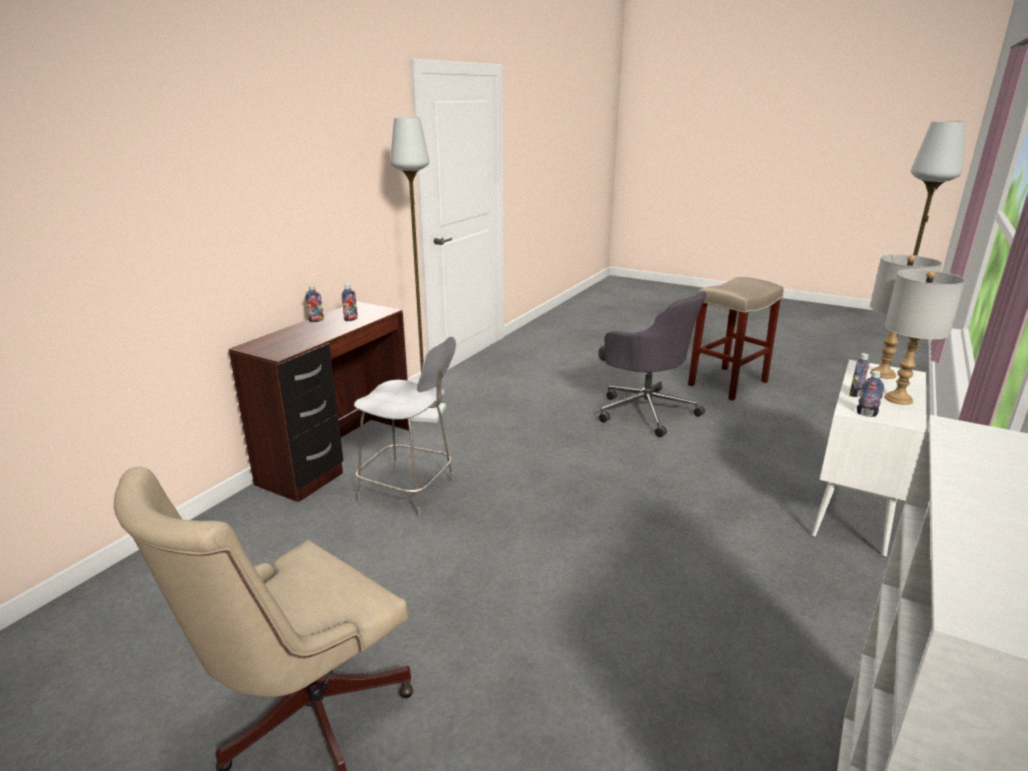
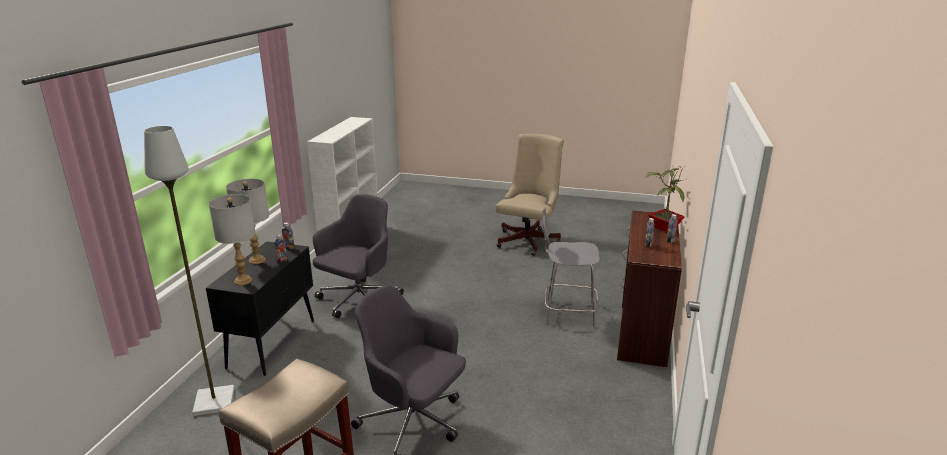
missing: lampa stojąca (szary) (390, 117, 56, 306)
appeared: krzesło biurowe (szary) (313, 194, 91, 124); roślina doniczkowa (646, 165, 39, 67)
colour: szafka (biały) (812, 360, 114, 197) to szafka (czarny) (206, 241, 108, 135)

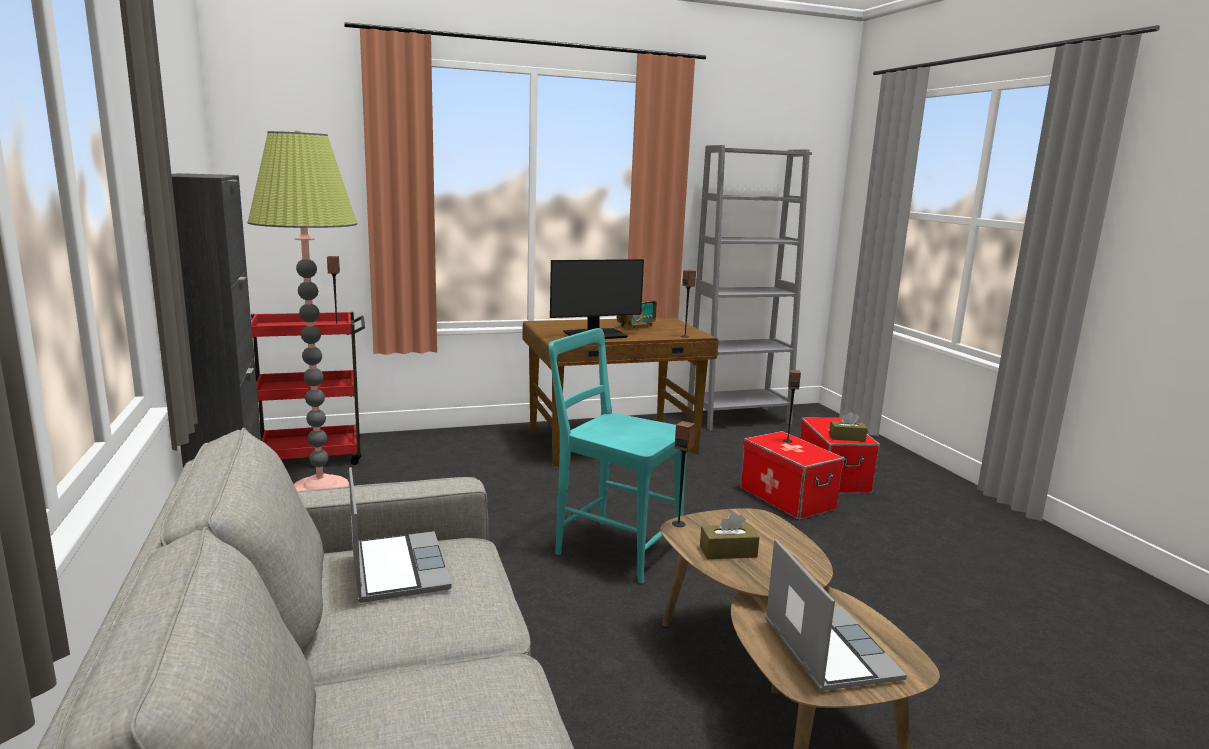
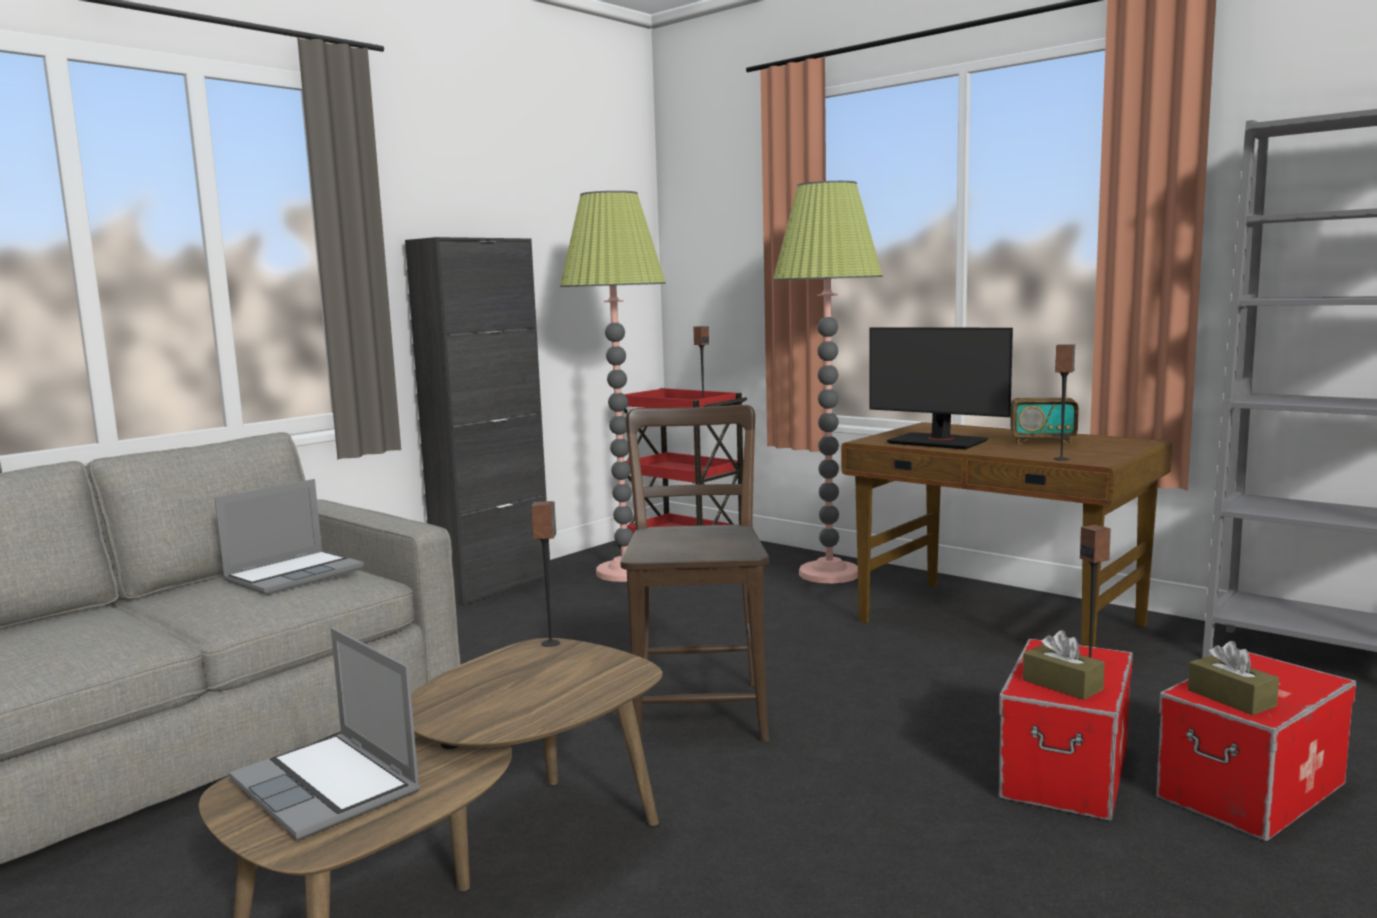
appeared: lampa stojąca (773, 181, 110, 403)
relocated: pudełko chusteczek (brązowy) (700, 512, 60, 47) to (1023, 630, 82, 70)
colour: krzesło (turkusowy) (548, 328, 139, 256) to krzesło (brązowy) (620, 405, 149, 337)
spun: laptop (765, 539, 142, 152) = (229, 628, 191, 212) 90 degrees clockwise

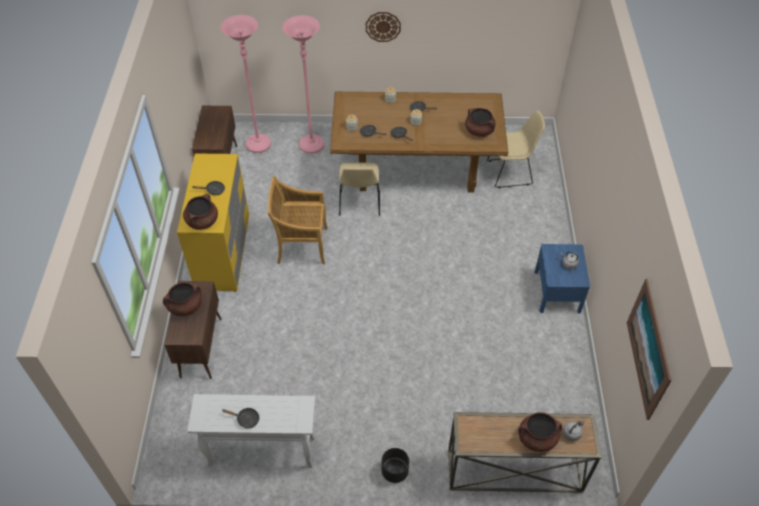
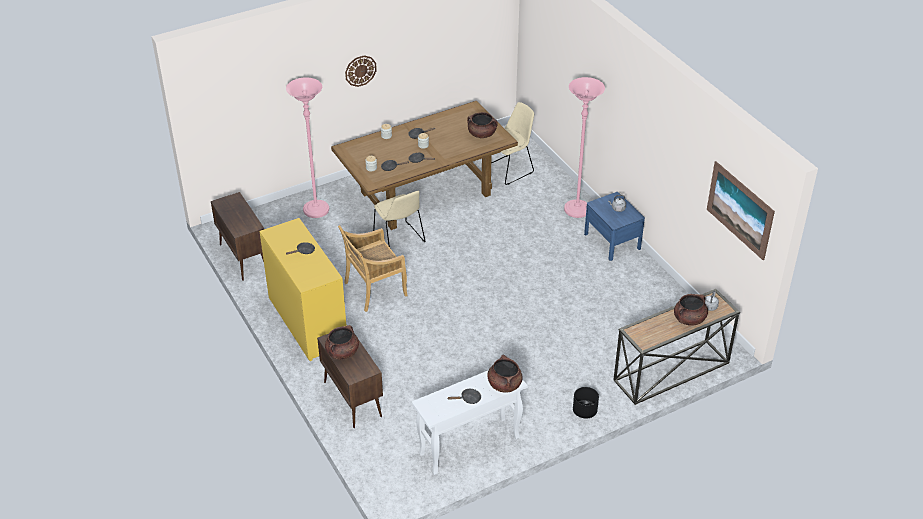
relocated: garnek (brązowy) (183, 194, 35, 36) to (487, 354, 36, 39); lampa stojąca (różowy) (221, 15, 50, 138) to (564, 77, 41, 141)

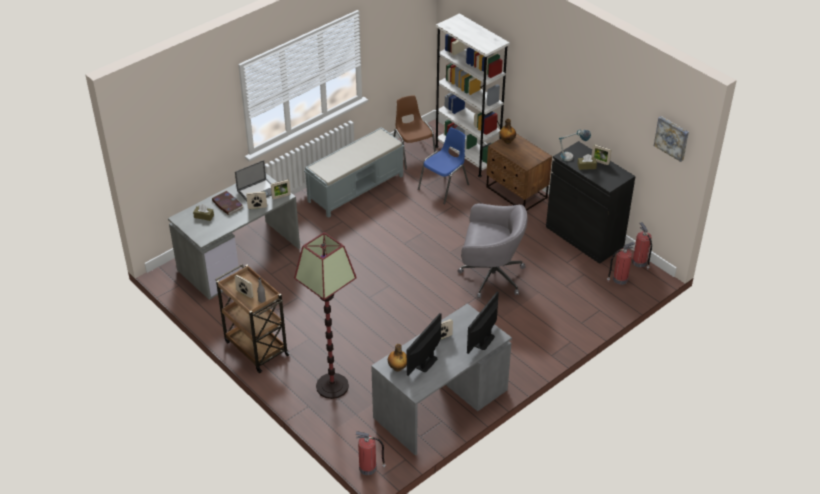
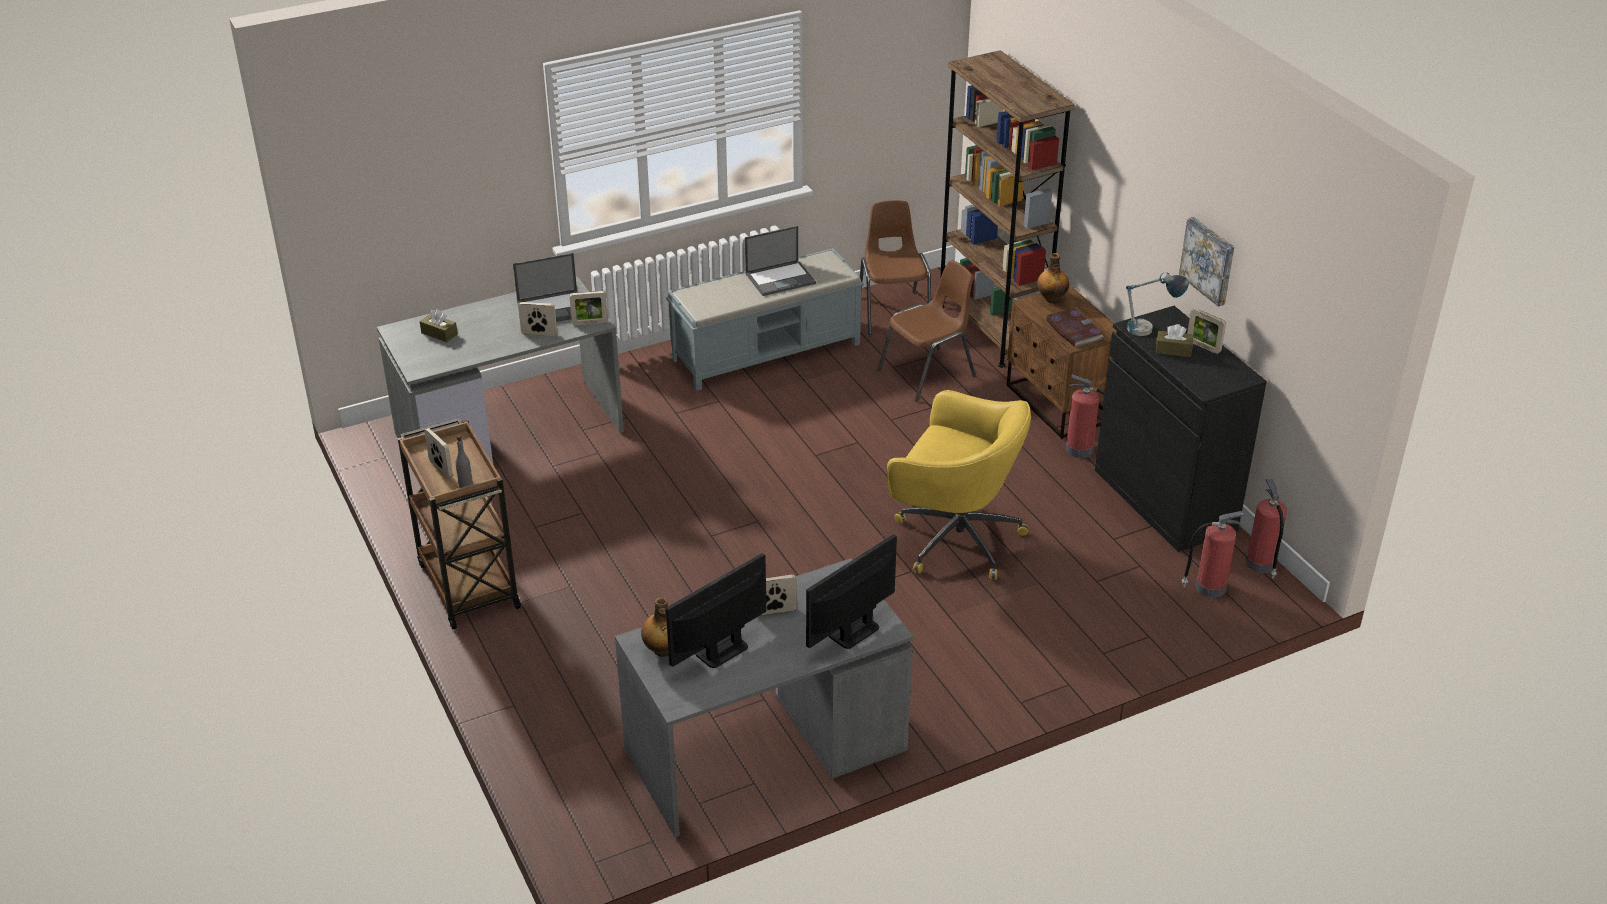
missing: lampa stojąca (294, 232, 63, 167)
appeared: laptop (745, 226, 71, 70)
relocated: książka (212, 191, 32, 24) to (1046, 308, 58, 39); gaśnica (355, 431, 31, 44) to (1066, 374, 39, 84); obraz (654, 116, 35, 46) to (1179, 217, 55, 90)
colour: krzesło (niebieski) (418, 127, 51, 77) to krzesło (brązowy) (877, 260, 99, 142); regał (biały) (435, 13, 75, 164) to regał (brązowy) (940, 50, 135, 318); krzesło biurowe (szary) (458, 203, 70, 96) to krzesło biurowe (żółty) (887, 390, 144, 190)

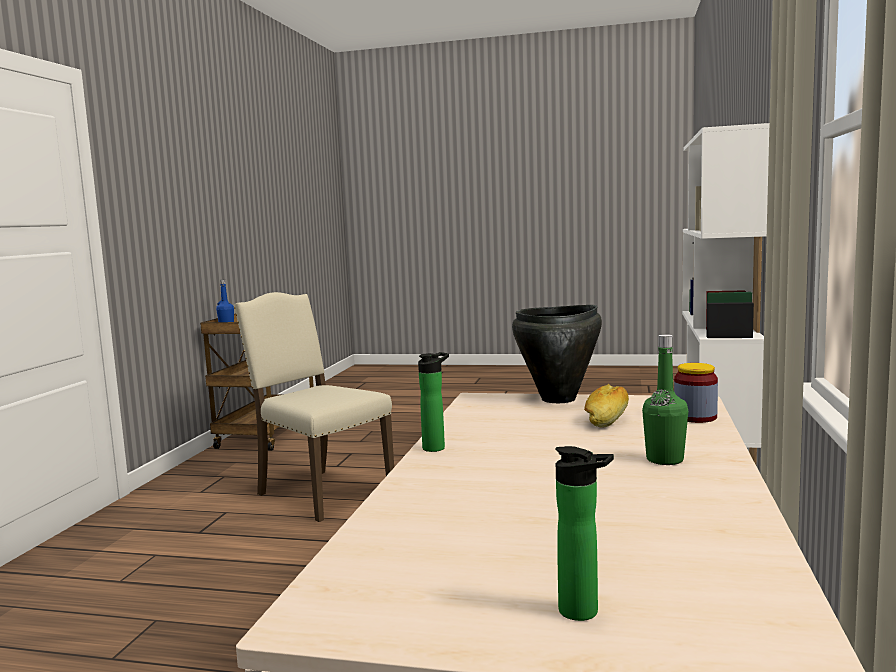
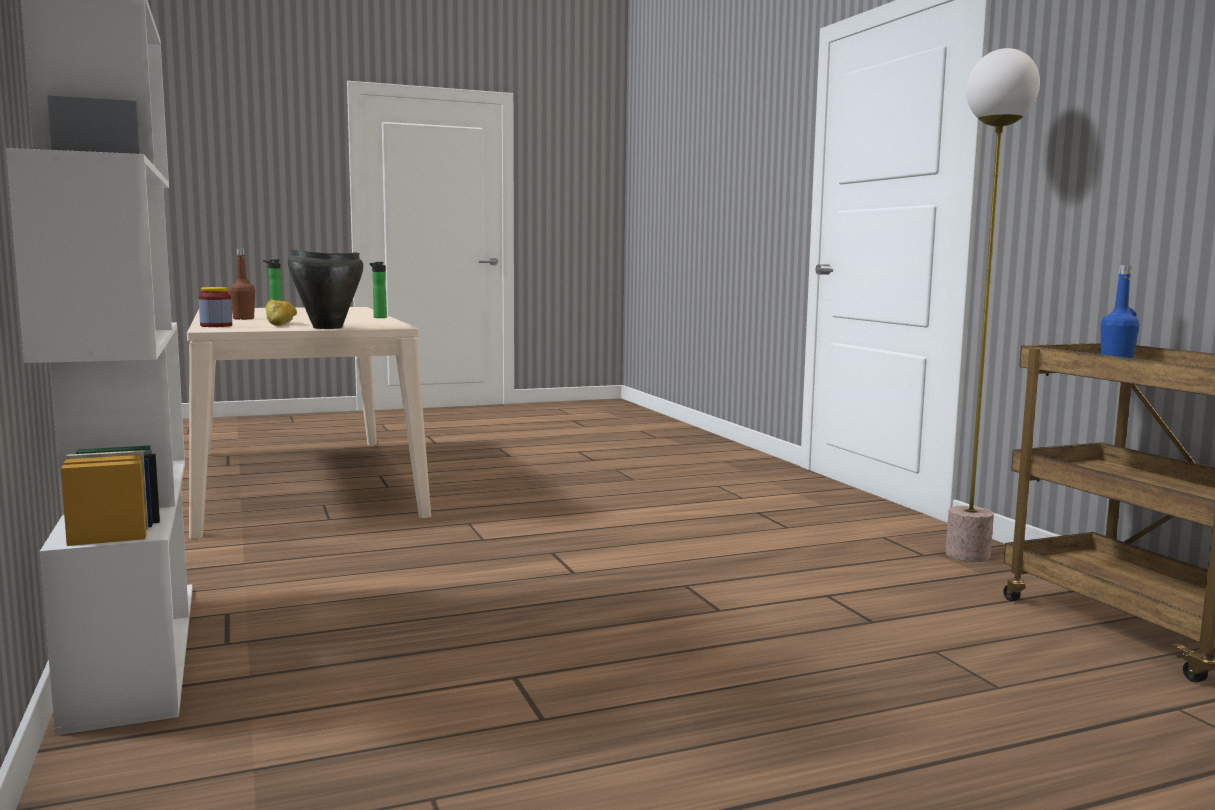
missing: krzesło (beżowy) (234, 292, 160, 230)
appeared: lampa stojąca (946, 48, 94, 514)
colour: butelka (zielony) (642, 334, 46, 131) to butelka (brązowy) (229, 249, 26, 71)

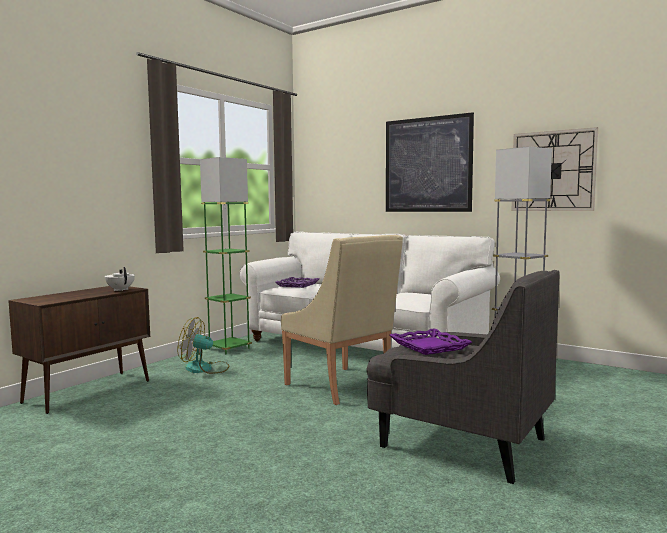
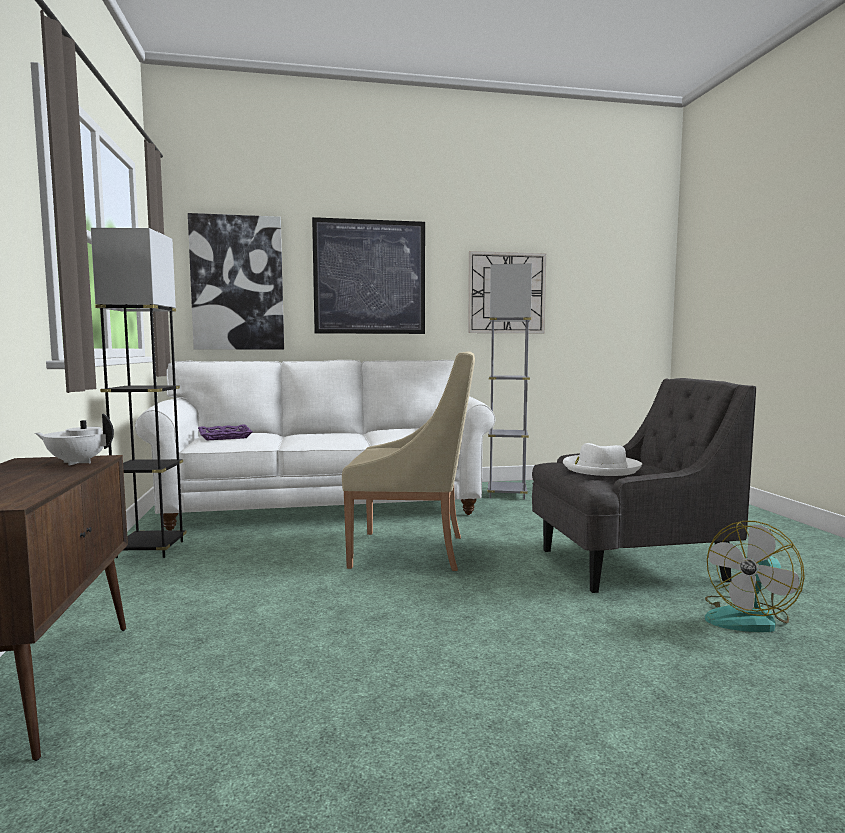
appeared: obraz (188, 213, 96, 137)
relocated: wentylator (177, 317, 52, 57) to (705, 521, 100, 111)
exchanged: taca (fioletowy) (390, 328, 82, 27) to kapelusz (biały) (563, 443, 79, 33)
colour: lampa stojąca (zielony) (200, 157, 52, 198) to lampa stojąca (czarny) (91, 228, 96, 330)

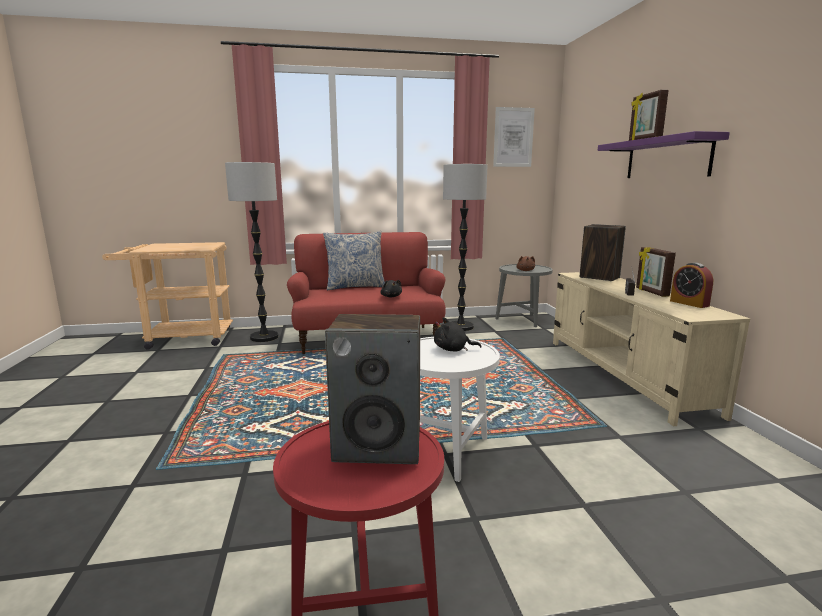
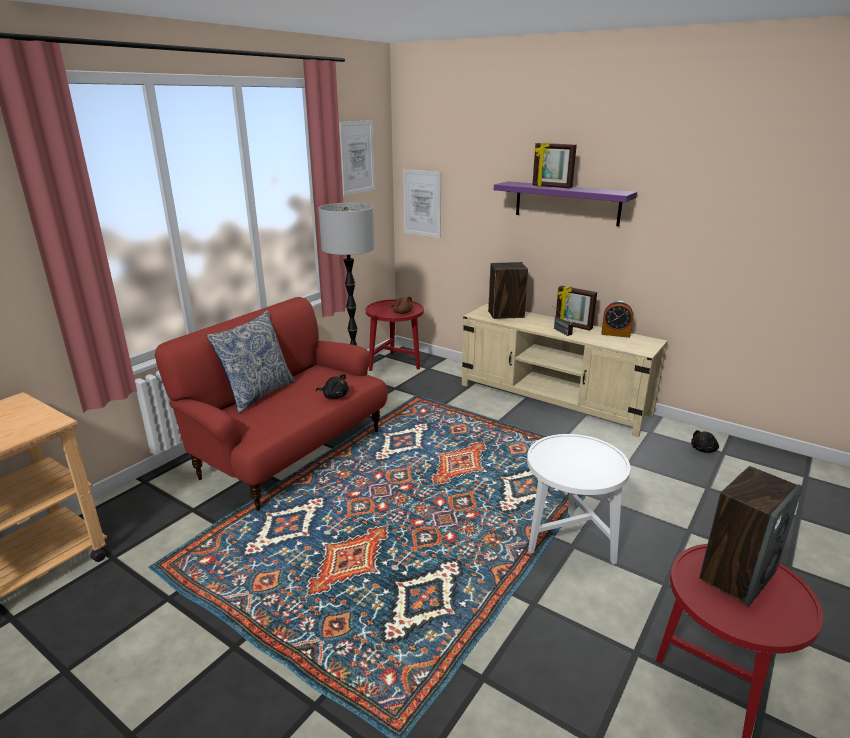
missing: lampa stojąca (225, 162, 53, 180)
appeared: obraz (403, 169, 38, 69)
relocated: pluszak (czarny) (434, 317, 47, 34) to (691, 430, 28, 23)
colour: stolik (szary) (495, 264, 58, 63) to stolik (czerwony) (366, 299, 58, 72)

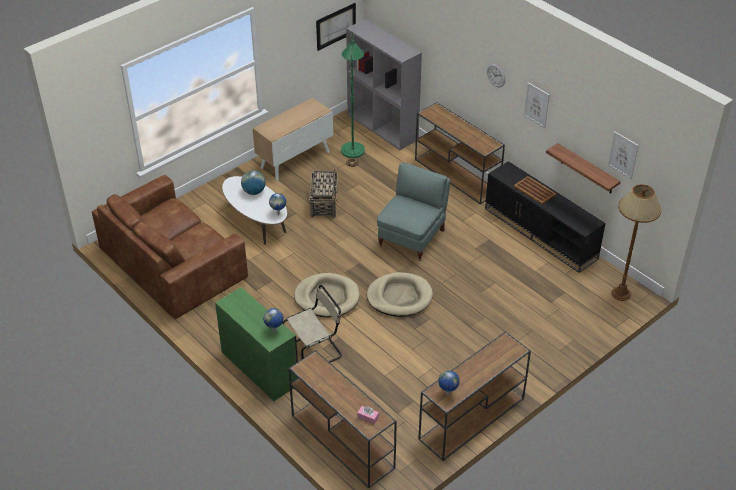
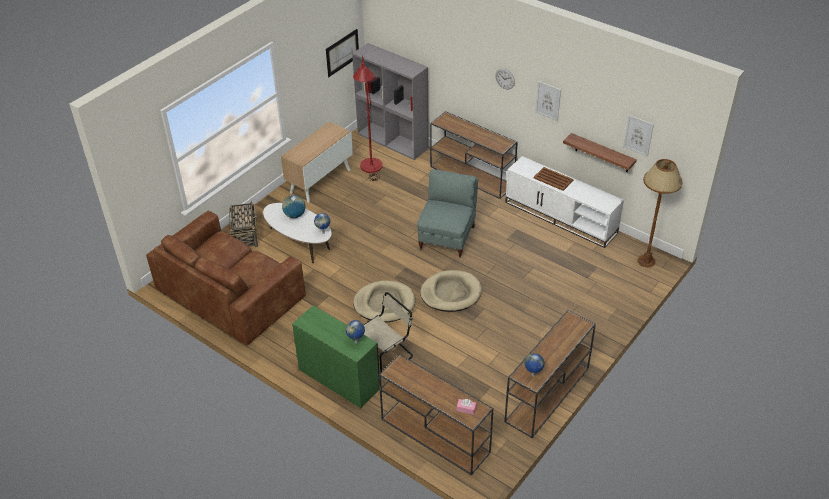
relocated: koszyk (309, 169, 30, 49) to (229, 201, 29, 46)
colour: lampa stojąca (zielony) (341, 32, 24, 135) to lampa stojąca (czerwony) (353, 55, 30, 126); szafka pod telewizor (czarny) (485, 161, 121, 112) to szafka pod telewizor (biały) (505, 156, 119, 92)

